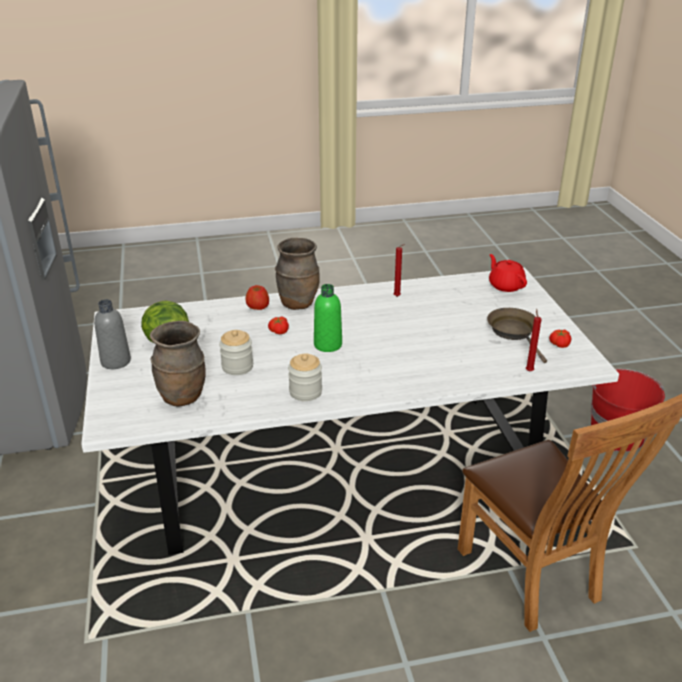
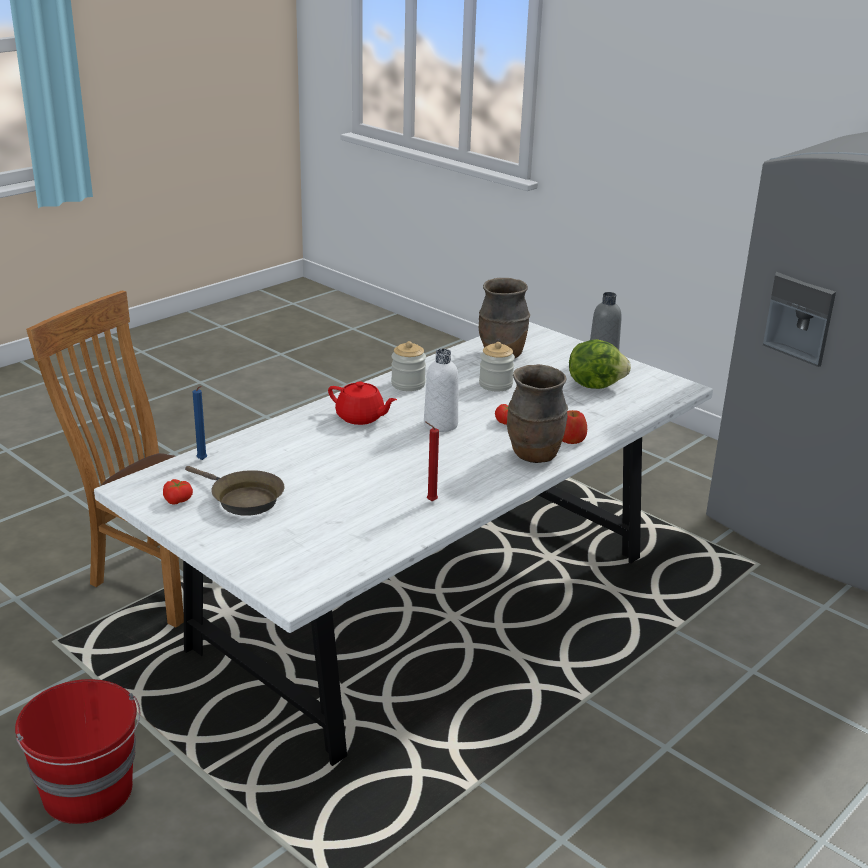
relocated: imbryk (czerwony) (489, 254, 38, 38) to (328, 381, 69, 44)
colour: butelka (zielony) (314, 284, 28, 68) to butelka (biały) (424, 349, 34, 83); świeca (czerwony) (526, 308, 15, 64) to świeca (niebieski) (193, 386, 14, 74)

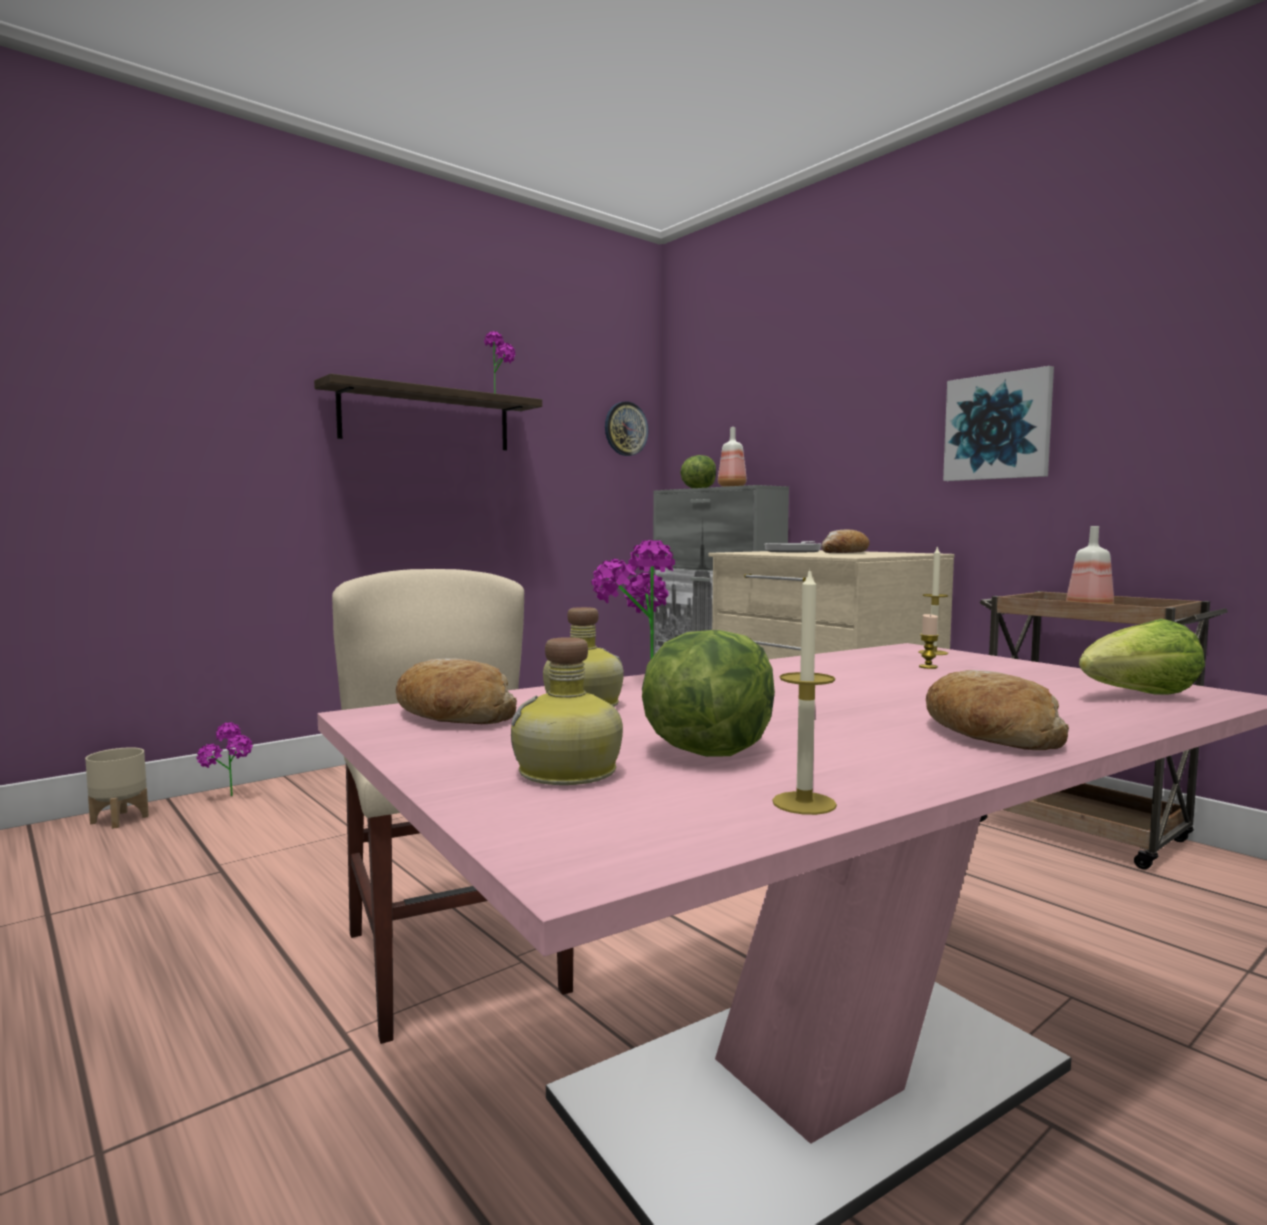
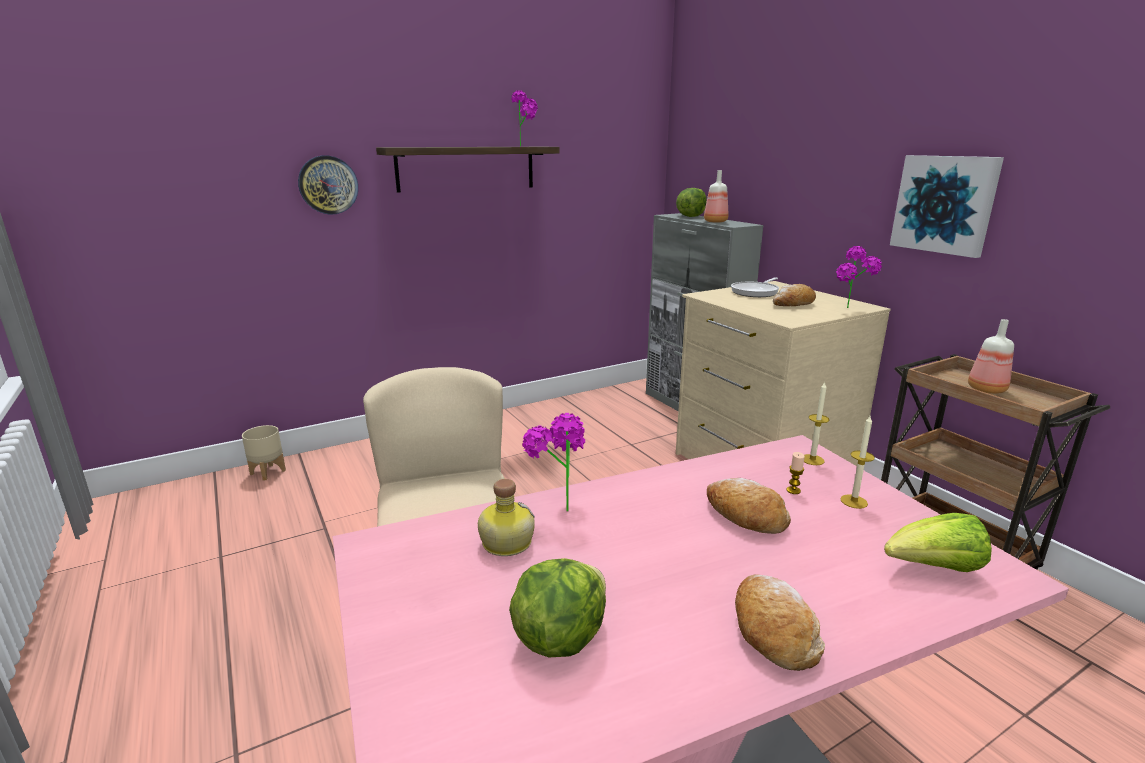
missing: butelka (511, 637, 112, 148)
relocated: roślina doniczkowa (196, 722, 57, 74) to (836, 246, 46, 62); chleb (396, 658, 121, 66) to (707, 478, 84, 56); zegar ścienny (605, 401, 43, 55) to (298, 155, 60, 60); świeca (772, 568, 65, 247) to (840, 416, 35, 93)

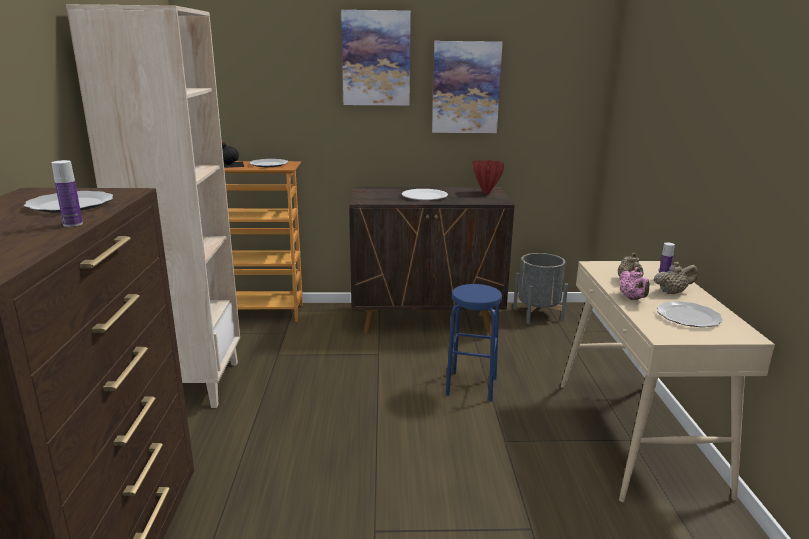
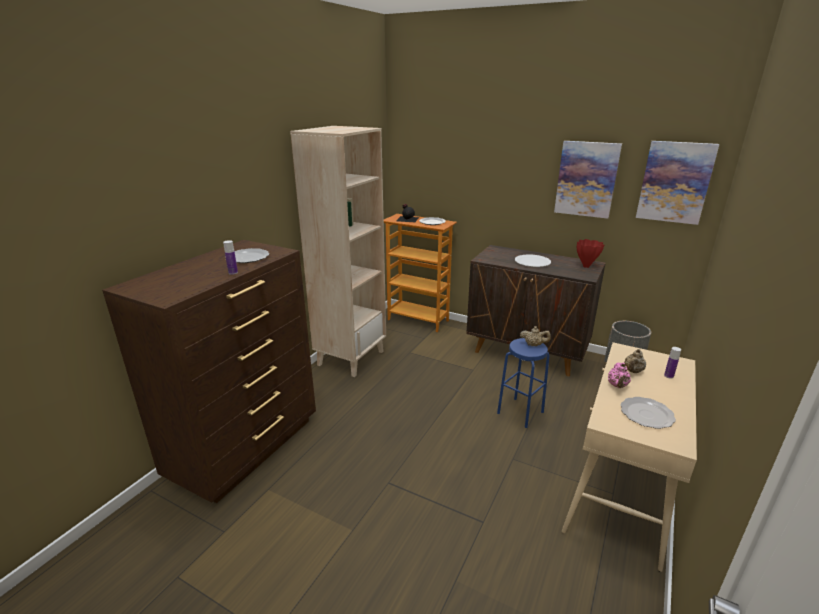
relocated: obraz (341, 10, 70, 96) to (636, 141, 83, 84); imbryk (beżowy) (654, 262, 44, 32) to (520, 326, 31, 20)

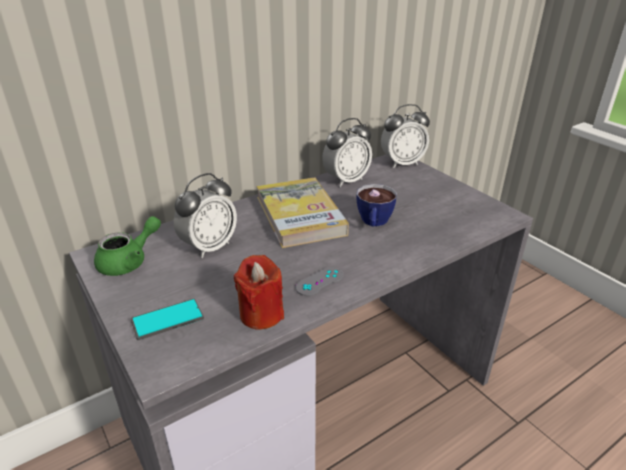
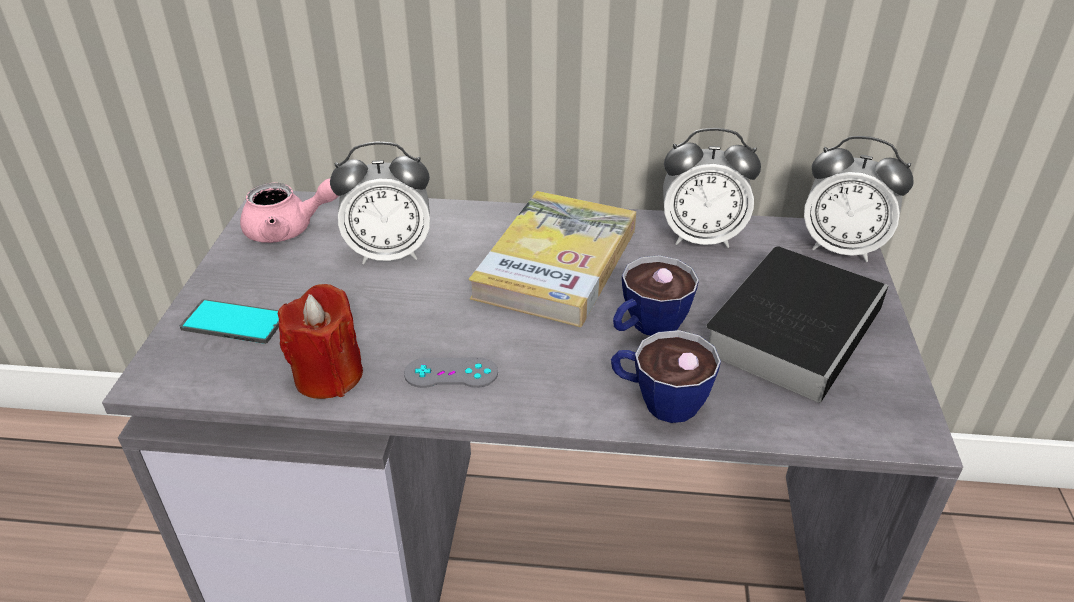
appeared: filiżanka (611, 330, 110, 93); książka (706, 246, 182, 157)
colour: imbryk (zielony) (94, 216, 67, 60) to imbryk (różowy) (240, 178, 99, 65)

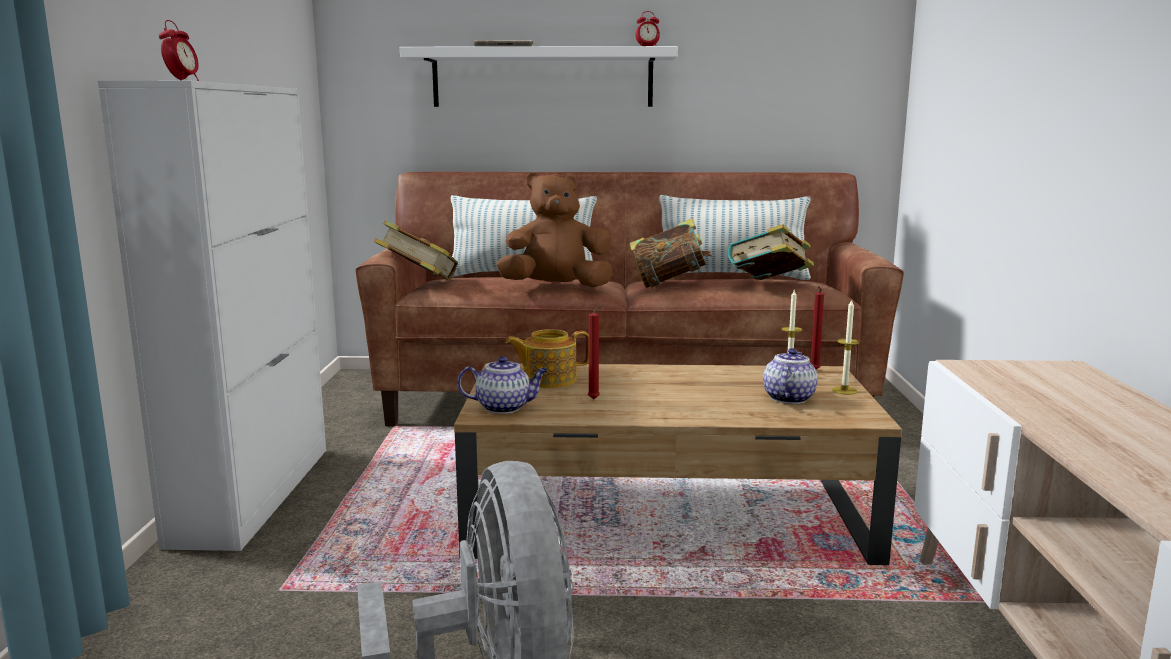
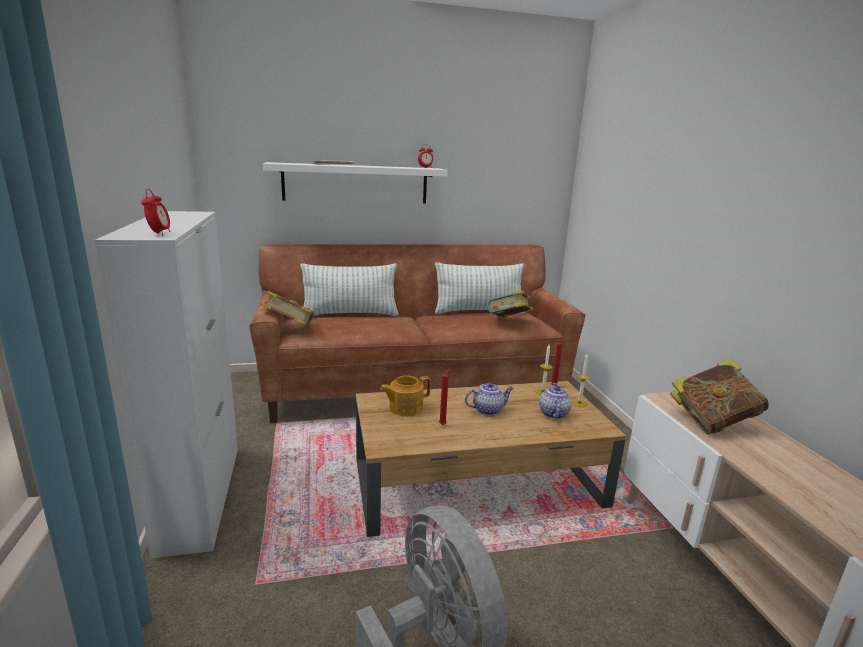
missing: pluszak (brązowy) (496, 172, 117, 115)
relocated: imbryk (457, 356, 91, 58) to (465, 382, 49, 33); książka (630, 219, 82, 69) to (670, 358, 99, 76)

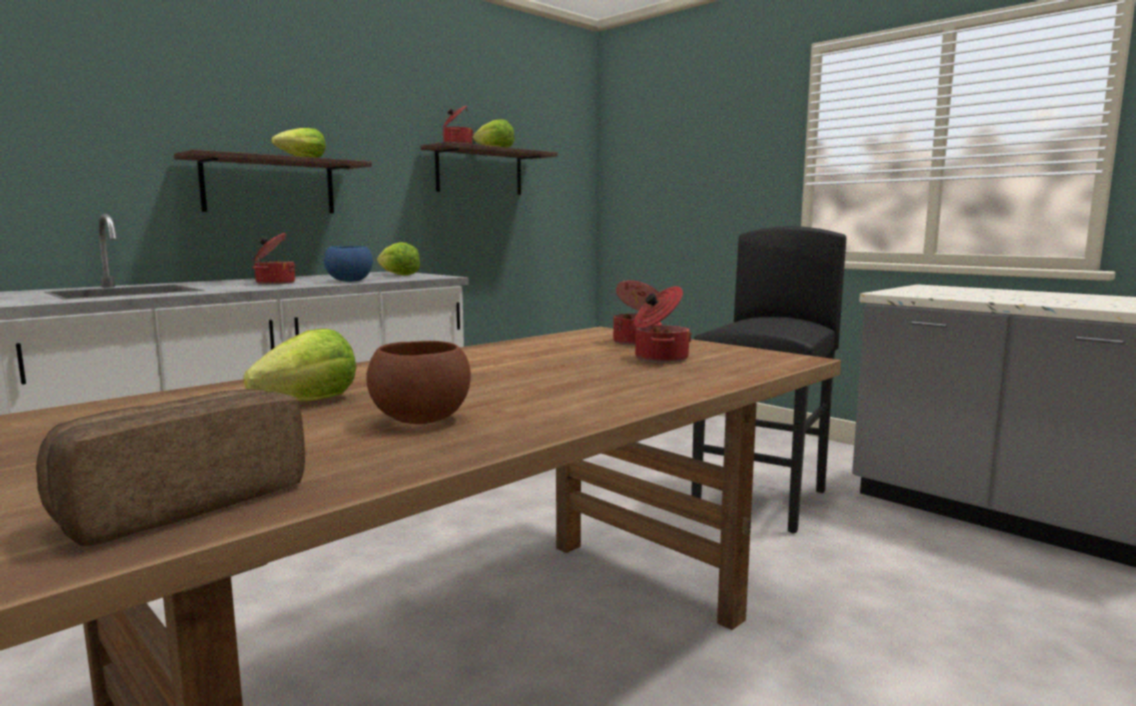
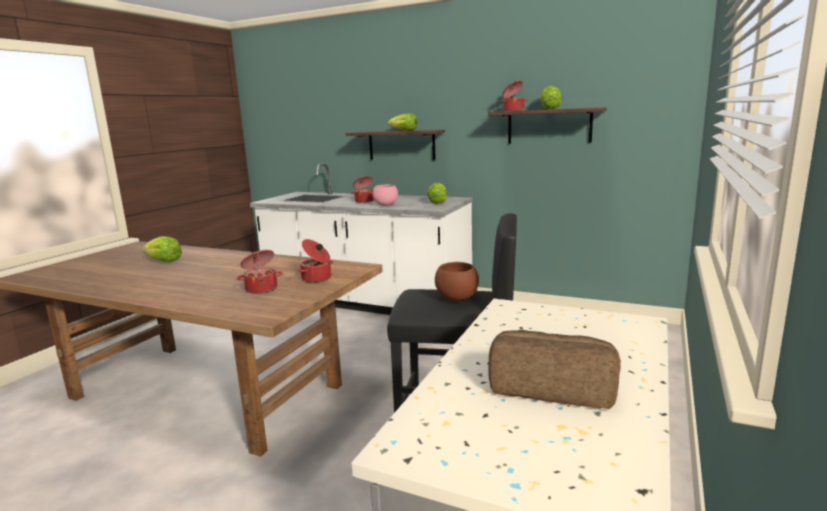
relocated: chleb (36, 389, 269, 157) to (488, 330, 133, 79); miska (brązowy) (366, 341, 105, 83) to (435, 262, 44, 39)
colour: miska (niebieski) (324, 246, 49, 36) to miska (różowy) (372, 184, 26, 22)

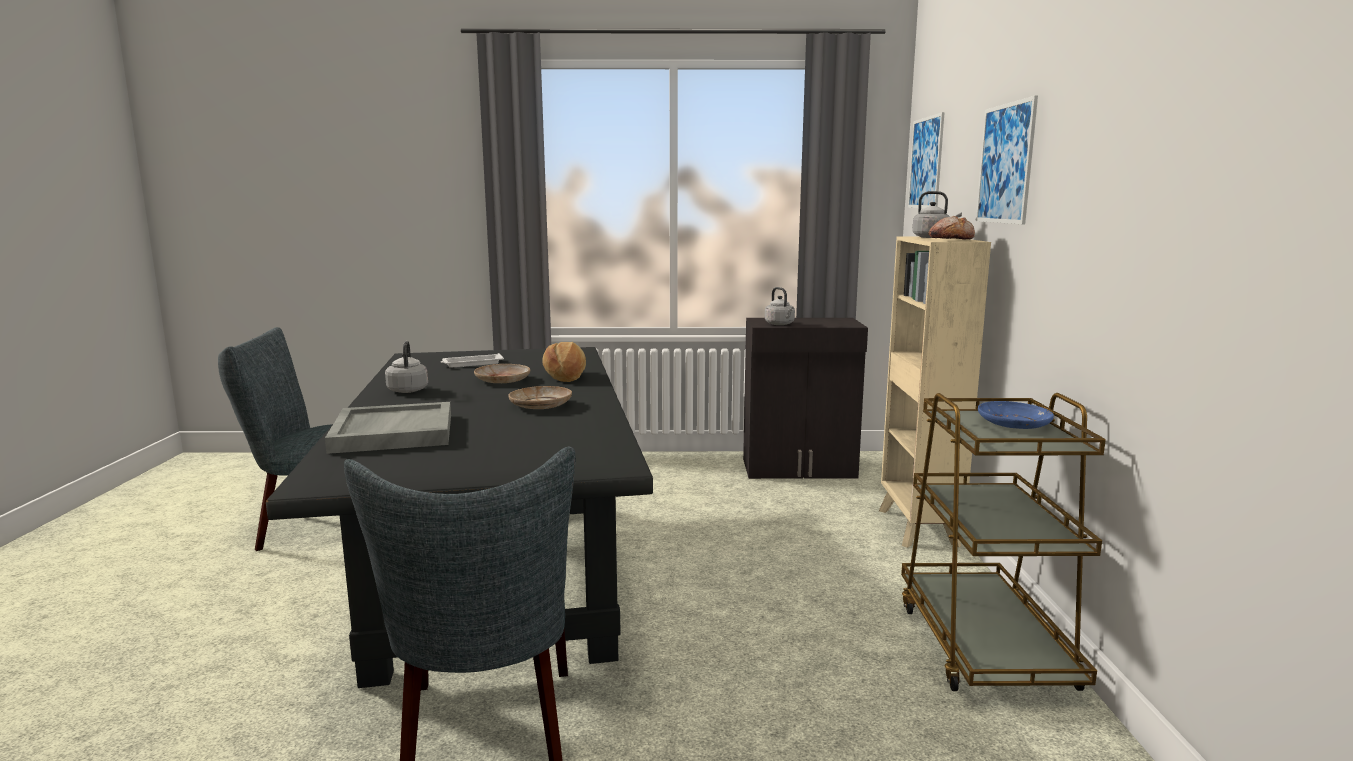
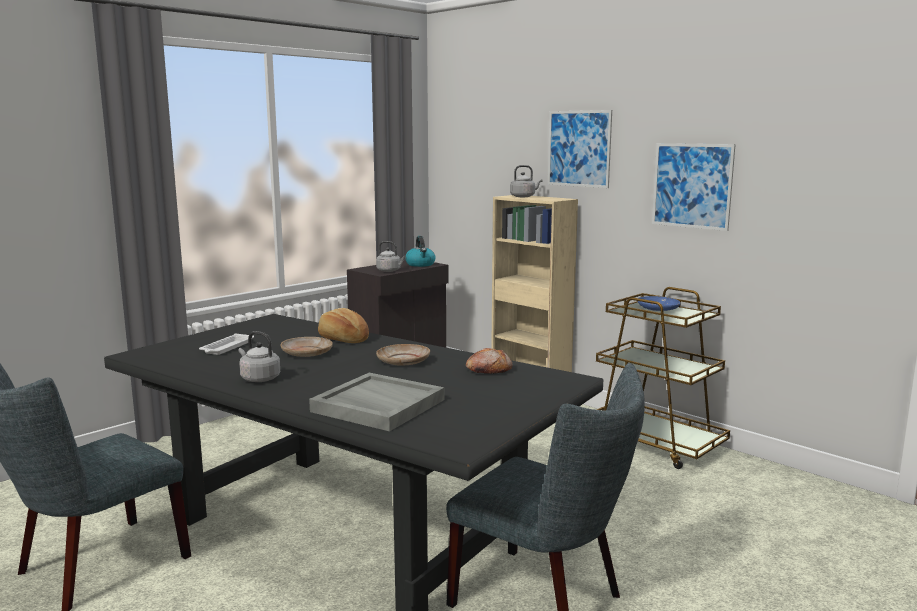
appeared: czajnik (405, 236, 31, 31)
relocated: obraz (908, 112, 37, 96) to (652, 143, 84, 88); chleb (928, 216, 47, 24) to (466, 348, 46, 26)

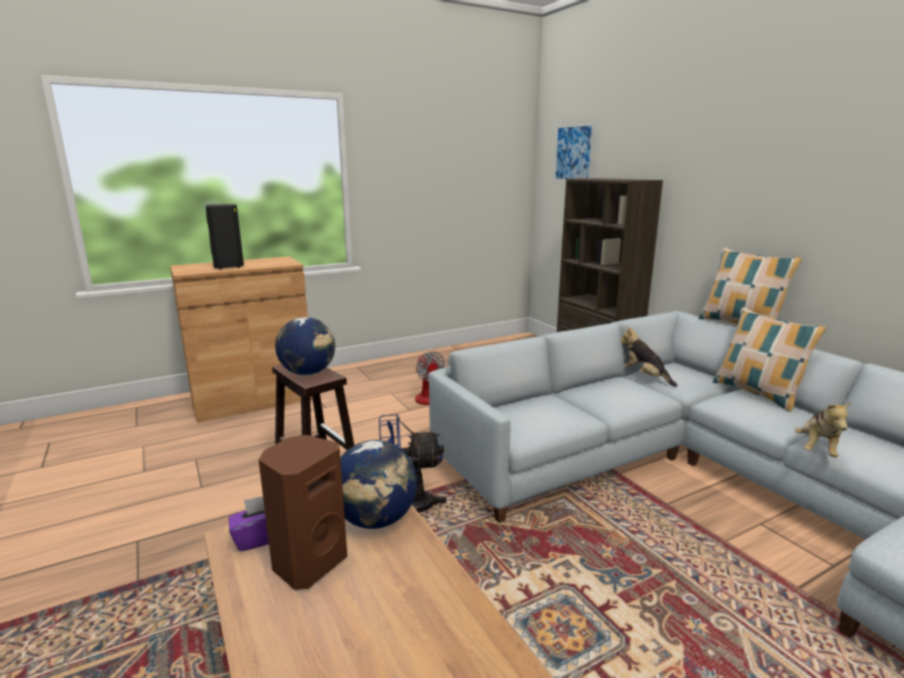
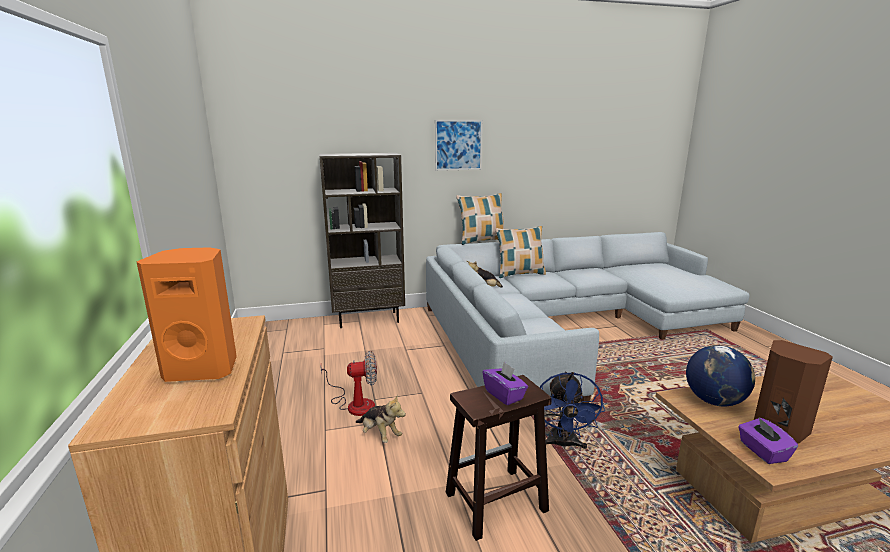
relocated: obraz (554, 123, 41, 58) to (435, 120, 48, 51); pluszak (795, 402, 56, 55) to (356, 394, 50, 49)
exchanged: globus (275, 317, 60, 58) to pudełko chusteczek (fioletowy) (482, 362, 46, 43)
colour: głośnik (czarny) (206, 204, 38, 66) to głośnik (pomarańczowy) (137, 247, 100, 135)

